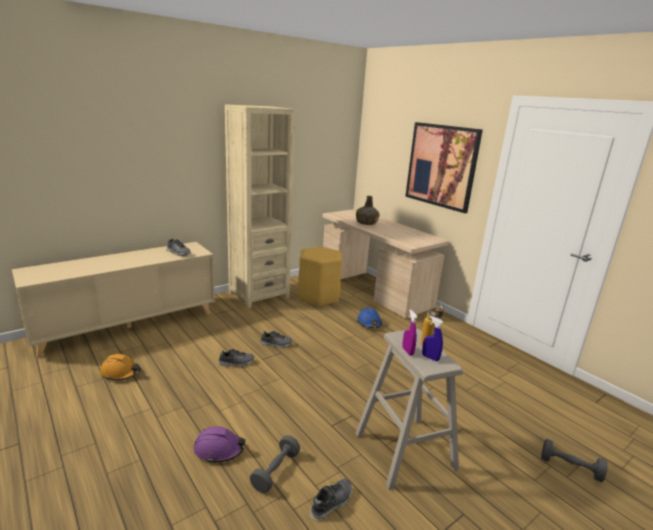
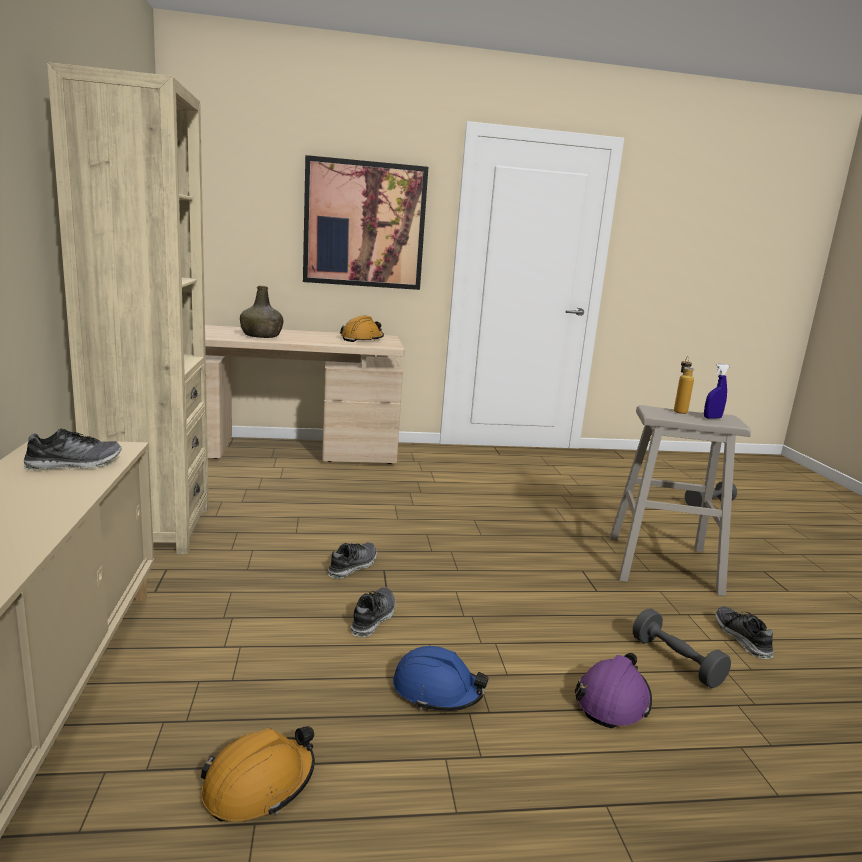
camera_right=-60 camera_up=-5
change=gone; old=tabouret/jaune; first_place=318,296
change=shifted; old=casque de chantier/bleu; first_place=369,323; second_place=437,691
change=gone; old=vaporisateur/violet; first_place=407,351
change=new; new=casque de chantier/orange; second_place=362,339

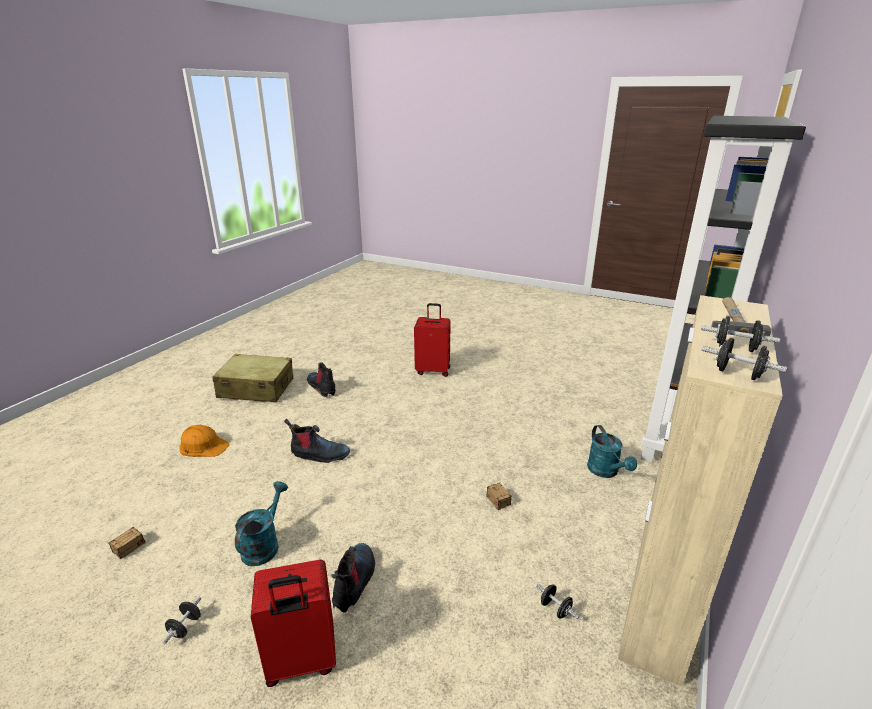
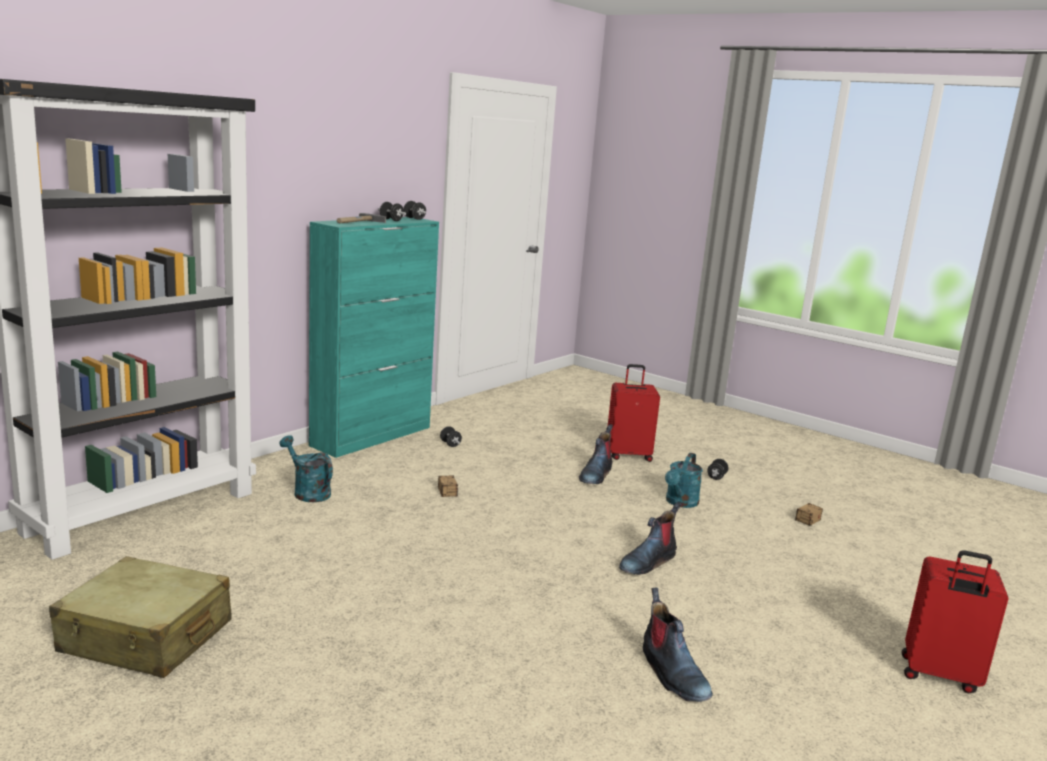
camera_right=-170 camera_up=-10
change=gone; old=casque de chantier/orange; first_place=203,445
change=shifted; old=valise/beige; first_place=256,388; second_place=146,637
change=rotated; old=botte; first_place=319,455; second_place=647,562; degrees=-60
change=shifted; old=valise/rouge; first_place=433,370; second_place=939,676
change=rotated; old=arrosoir/turquoise; first_place=606,472; second_place=307,492; degrees=-45
change=repainted; old=meuble de rangement/beige; new=meuble de rangement/turquoise; first_place=659,598; second_place=372,436

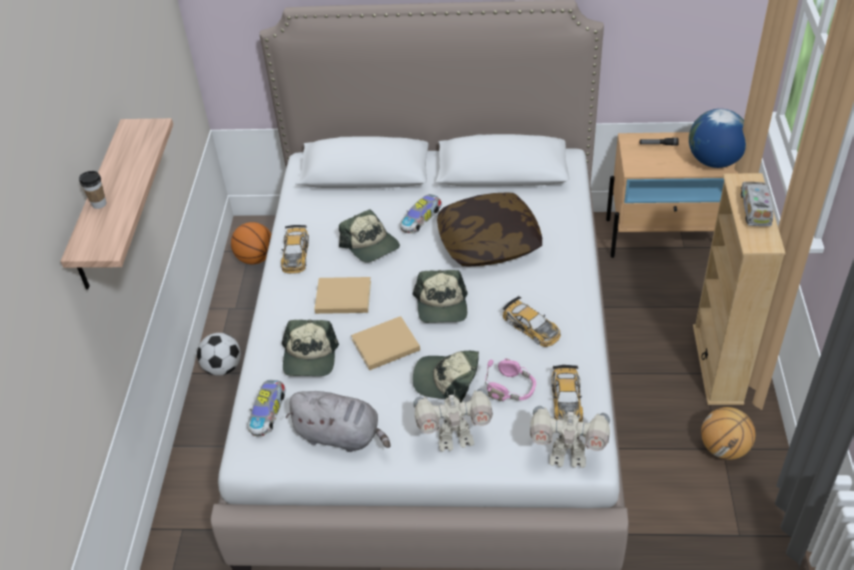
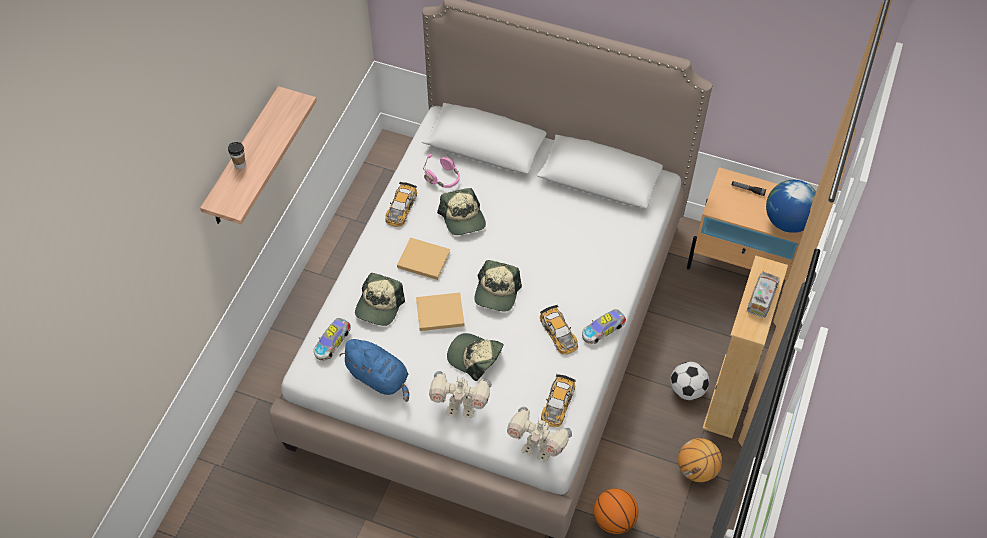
camera_right=15 camera_up=10
change=shifted; old=ballon de foot; first_place=223,367; second_place=687,390
change=shifted; old=ballon de basket; first_place=255,258; second_place=614,520
change=repainted; old=peluche/gris; new=peluche/bleu; first_place=341,435; second_place=379,378
change=shifted; old=petite voiture; first_place=421,220; second_place=603,330
change=gone; old=coussin; first_place=488,243
change=shifted; old=casque audio/rose; first_place=512,389; second_place=444,178

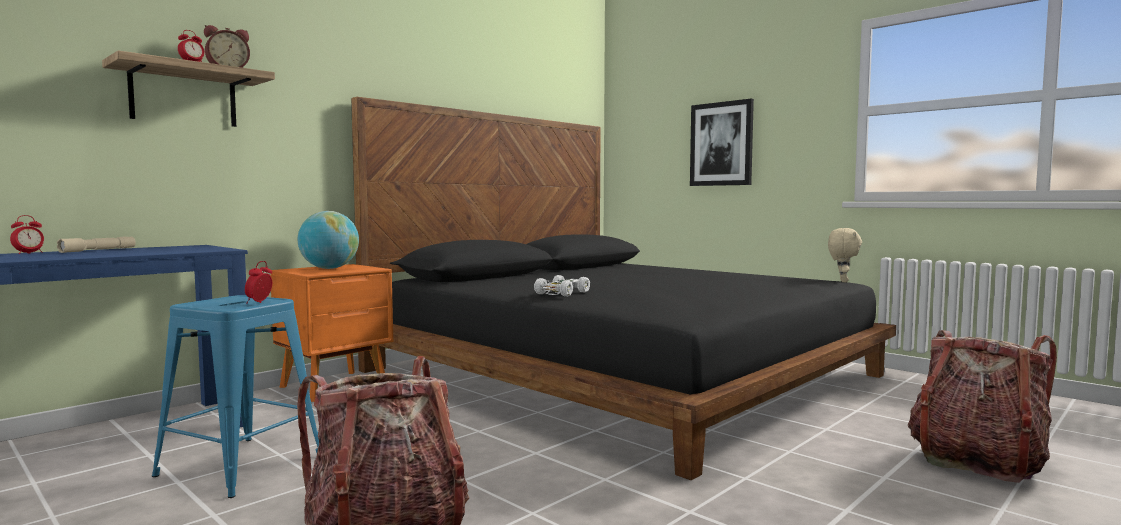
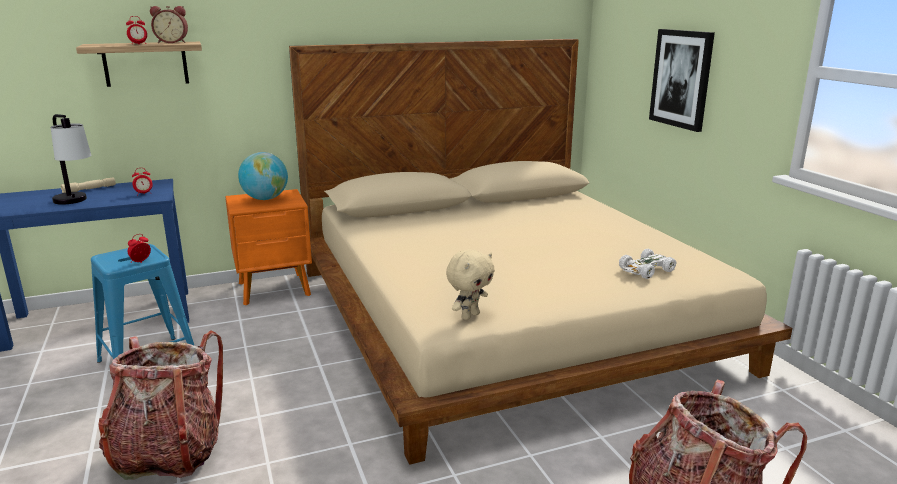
camera_right=25 camera_up=15
change=shifted; old=réveil; first_place=29,253; second_place=144,193
change=repainted; old=lit/noir; new=lit/beige; first_place=622,372; second_place=507,317
change=shifted; old=petite voiture/blanc; first_place=562,293; second_place=646,270
change=shifted; old=peluche/beige; first_place=842,281; second_place=469,315
change=new; new=lampe de table; second_place=77,203

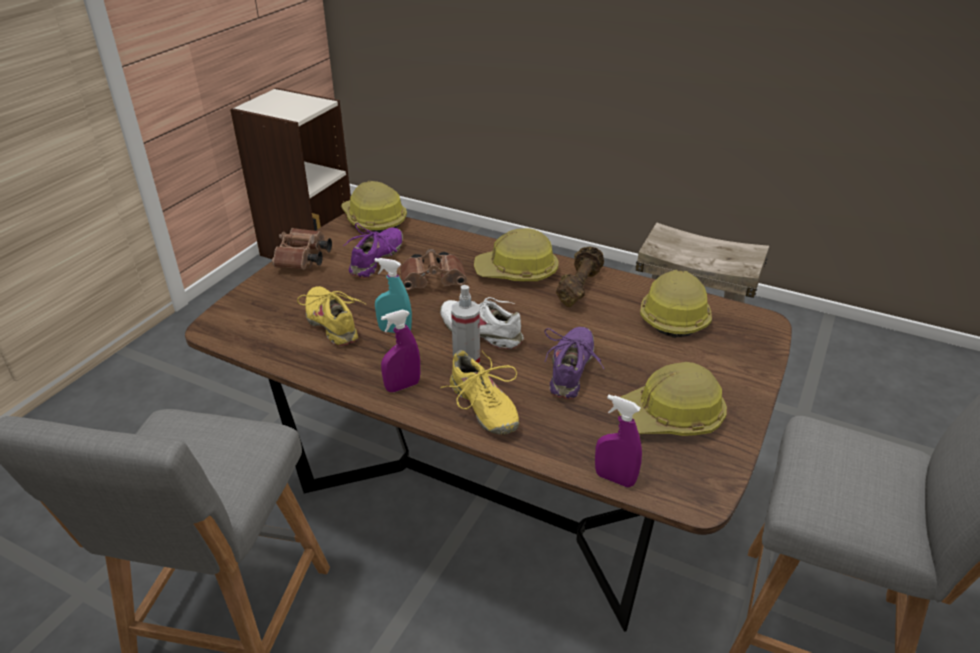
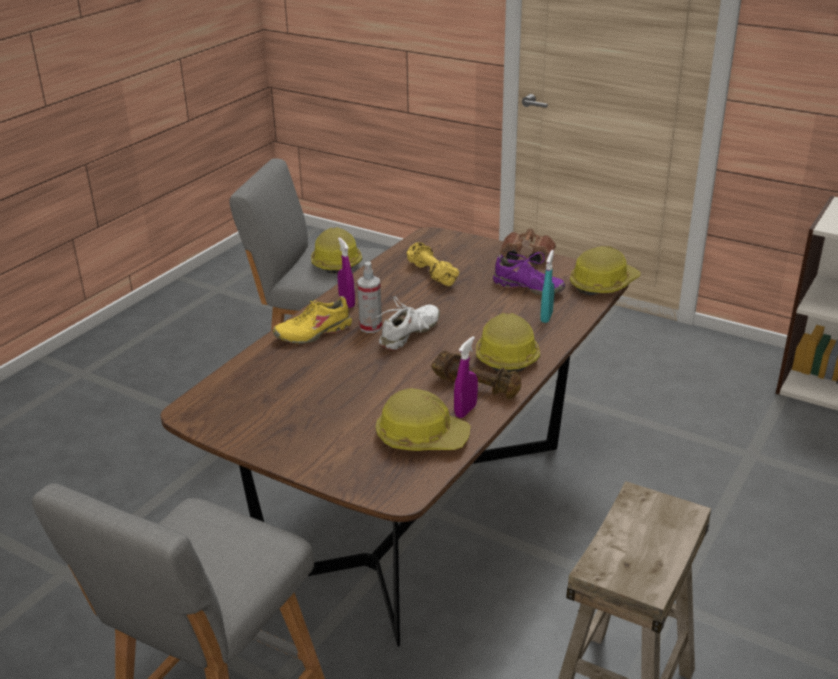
camera_right=95 camera_up=-5
change=swapped; old=chaussure/jaune; new=haltère/jaune; first_place=332,323; second_place=431,274
change=shifted; old=vaporisateur/turquoise; first_place=395,331; second_place=546,317
change=gone; old=jumelles/marron; first_place=435,282
change=gone; old=chaussure/violet; first_place=572,370
change=shifted; old=vaporisateur/violet; first_place=614,478; second_place=465,411
change=shifted; old=casque de chantier; first_place=672,417; second_place=336,261

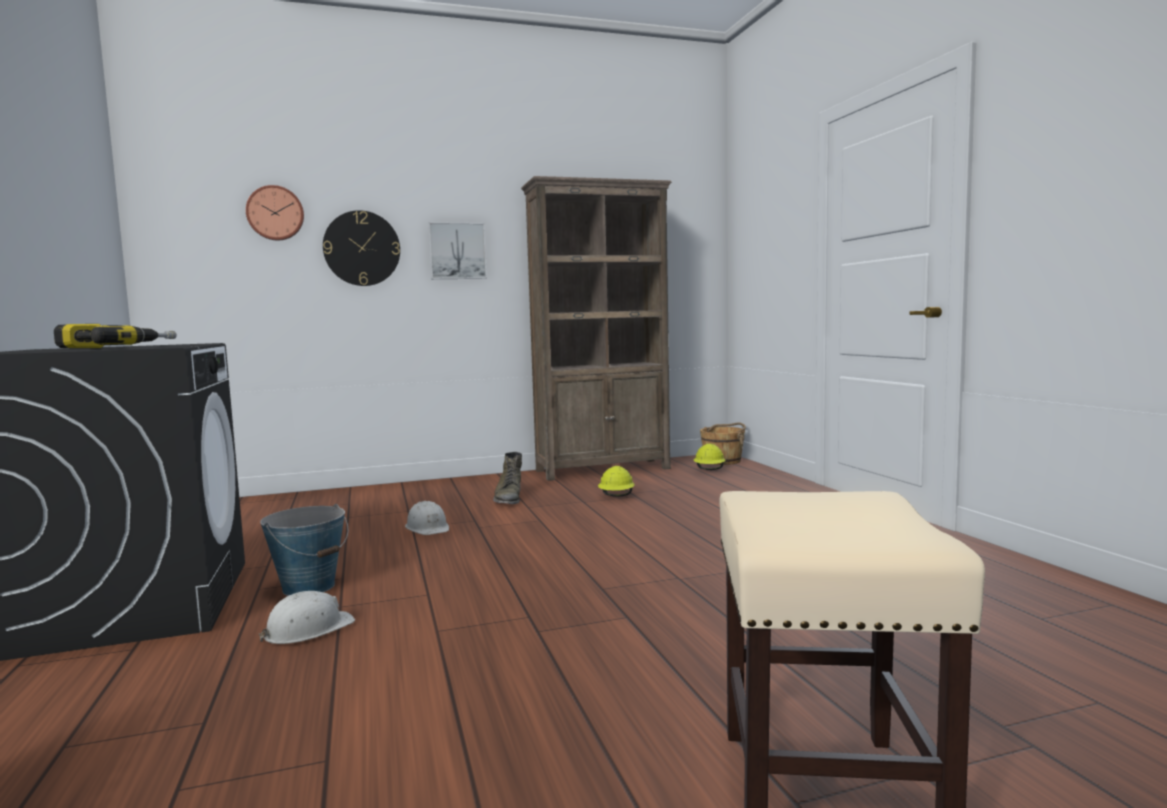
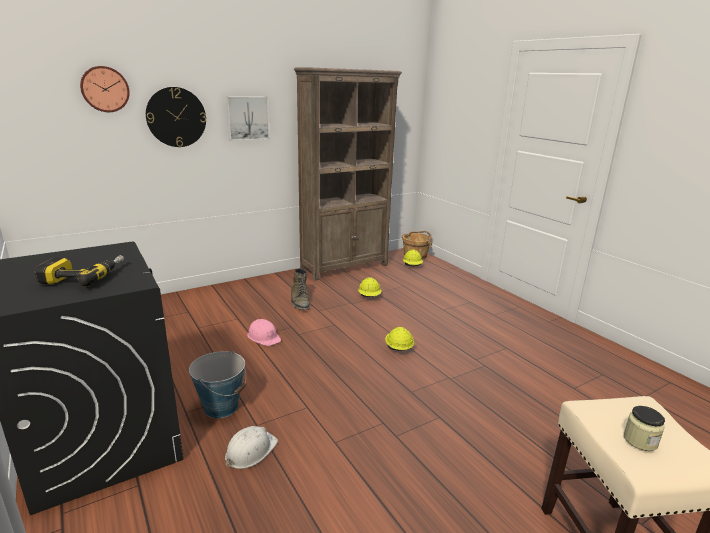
camera_right=-15 camera_up=15
change=repainted; old=casque de chantier/blanc; new=casque de chantier/rose; first_place=428,528; second_place=264,337
change=new; new=casque de chantier/jaune; second_place=398,348
change=new; new=bocal; second_place=640,440

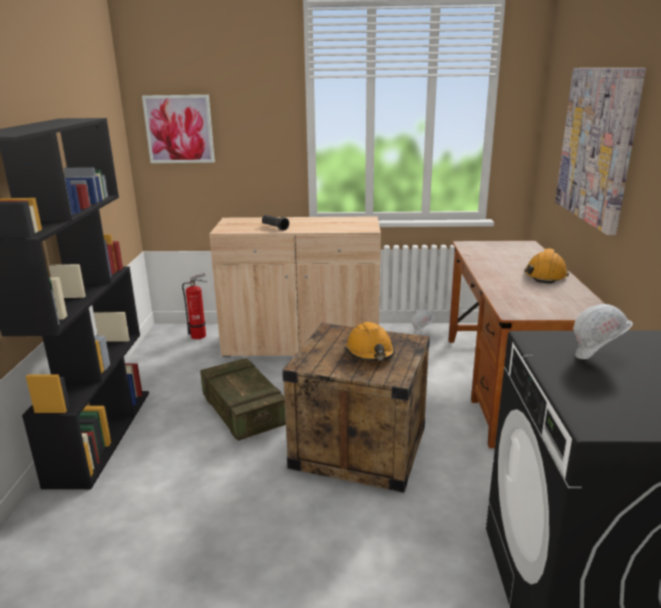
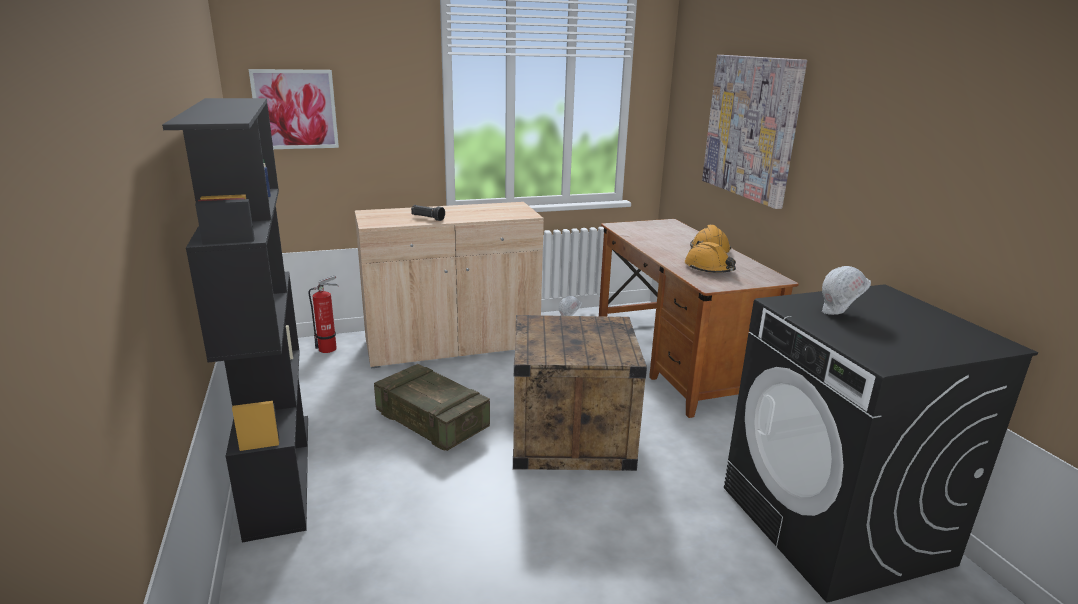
camera_right=-20 camera_up=0
change=shifted; old=casque de chantier/orange; first_place=370,352; second_place=709,269

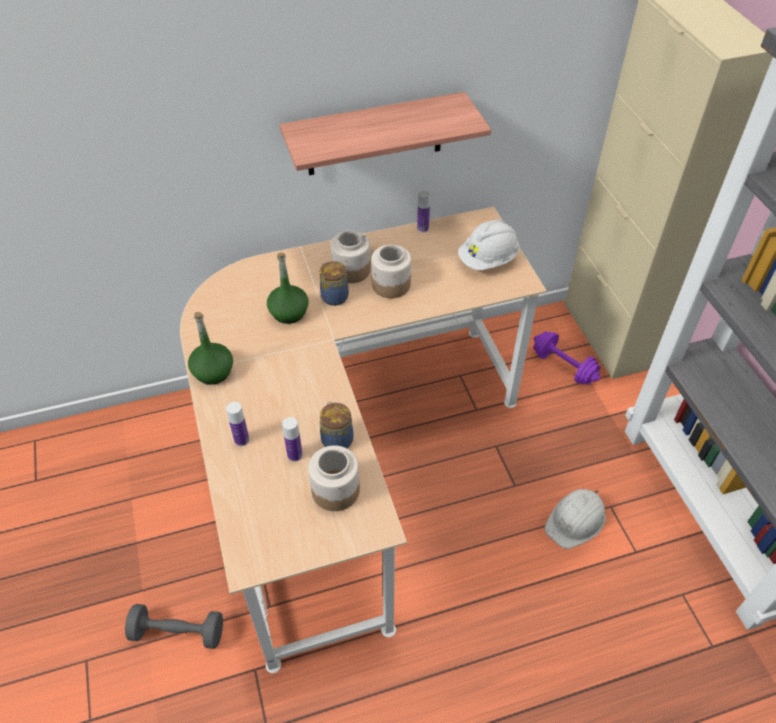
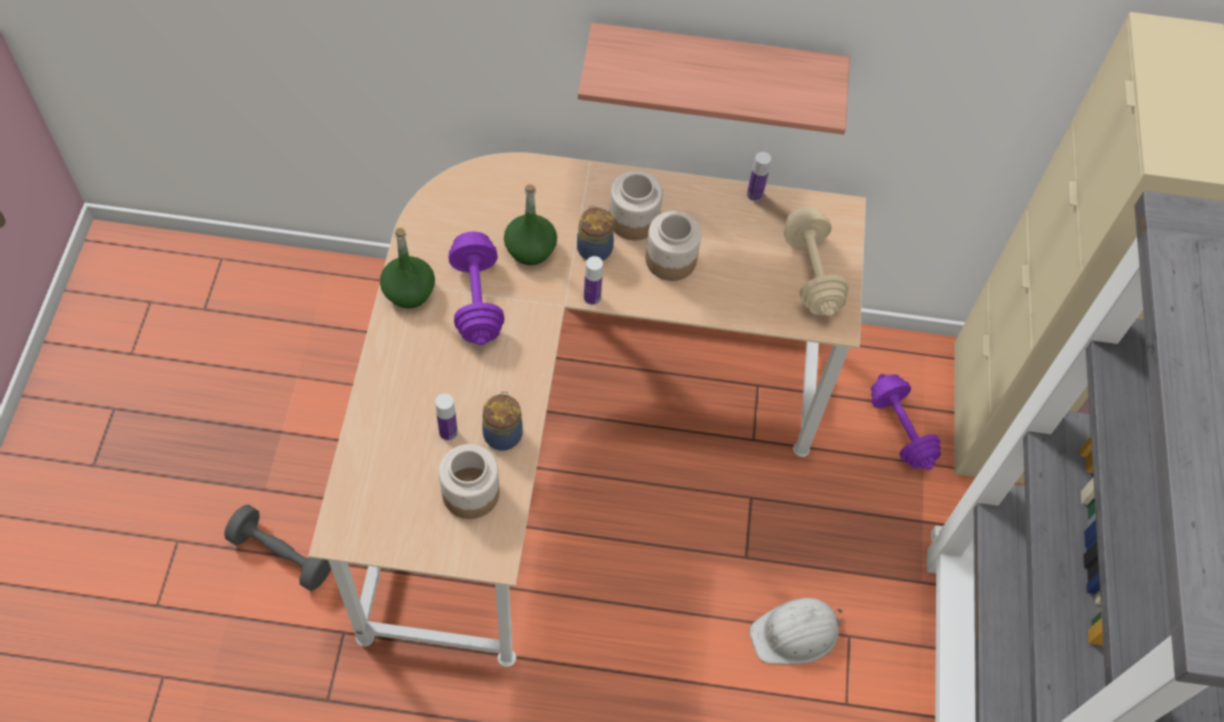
camera_right=20 camera_up=10
change=shifted; old=bouteille; first_place=241,440; second_place=592,298
change=swapped; old=casque de chantier/blanc; new=haltère/beige; first_place=488,260; second_place=811,273
change=new; new=haltère/violet; second_place=477,300

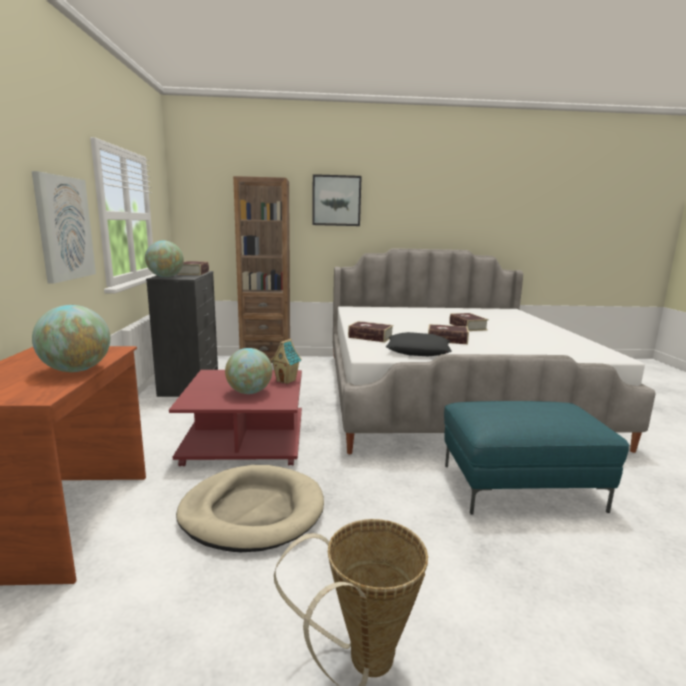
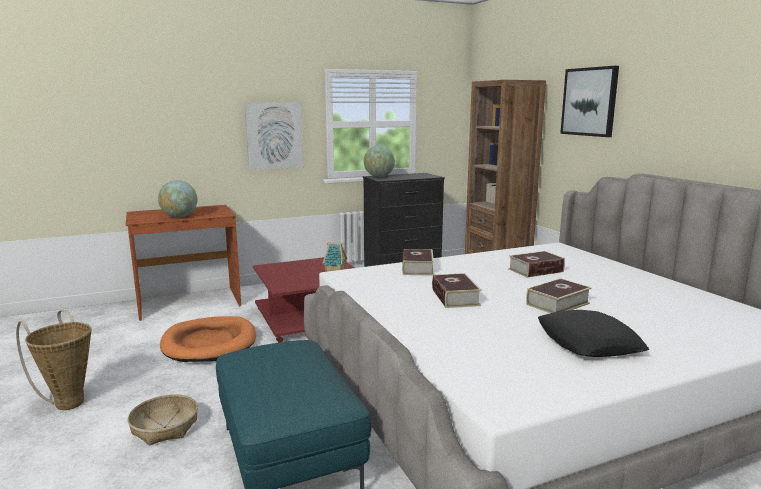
camera_right=70 camera_up=0
change=repainted; old=panier pour chien/beige; new=panier pour chien/orange; first_place=252,512; second_place=209,343
change=shifted; old=livre; first_place=193,273; second_place=535,270
change=gone; old=globe; first_place=249,392
change=shifted; old=coussin/noir; first_place=418,351; second_place=588,342
change=new; new=panier; second_place=165,427

